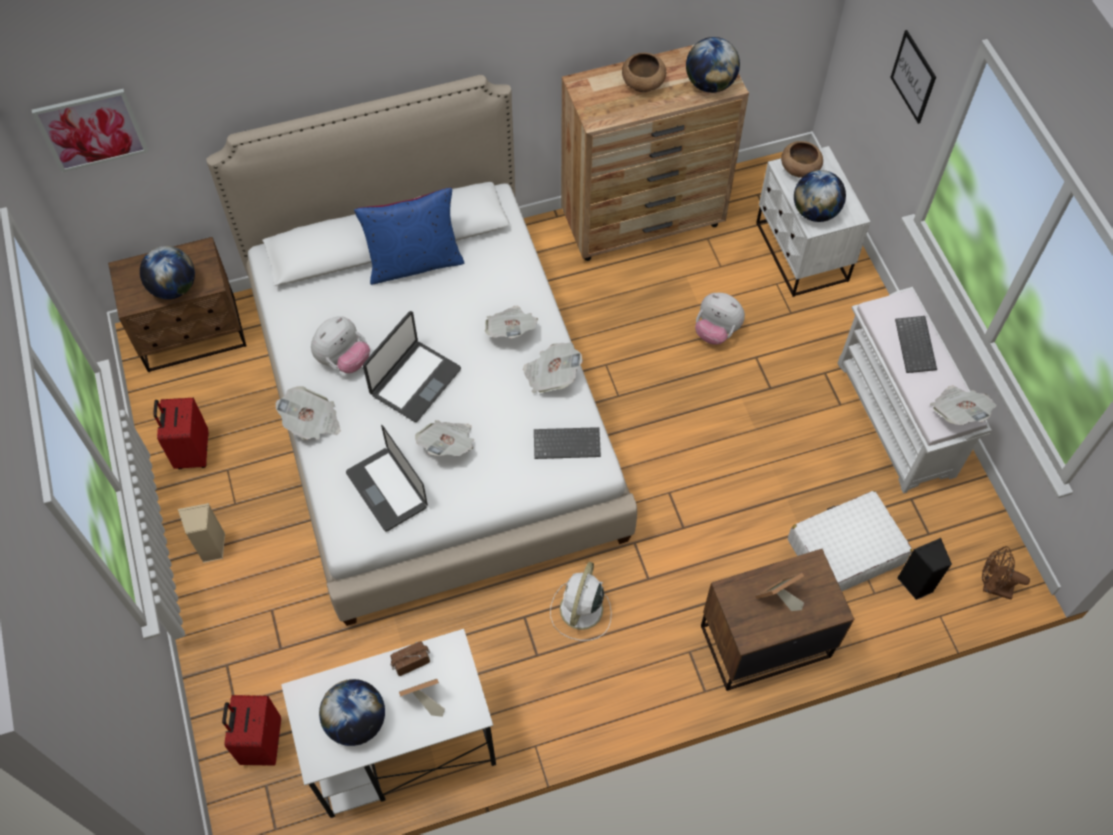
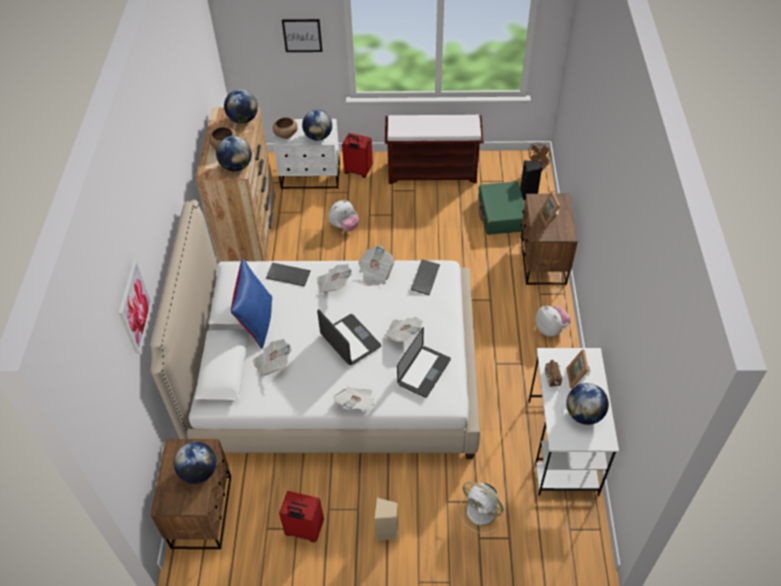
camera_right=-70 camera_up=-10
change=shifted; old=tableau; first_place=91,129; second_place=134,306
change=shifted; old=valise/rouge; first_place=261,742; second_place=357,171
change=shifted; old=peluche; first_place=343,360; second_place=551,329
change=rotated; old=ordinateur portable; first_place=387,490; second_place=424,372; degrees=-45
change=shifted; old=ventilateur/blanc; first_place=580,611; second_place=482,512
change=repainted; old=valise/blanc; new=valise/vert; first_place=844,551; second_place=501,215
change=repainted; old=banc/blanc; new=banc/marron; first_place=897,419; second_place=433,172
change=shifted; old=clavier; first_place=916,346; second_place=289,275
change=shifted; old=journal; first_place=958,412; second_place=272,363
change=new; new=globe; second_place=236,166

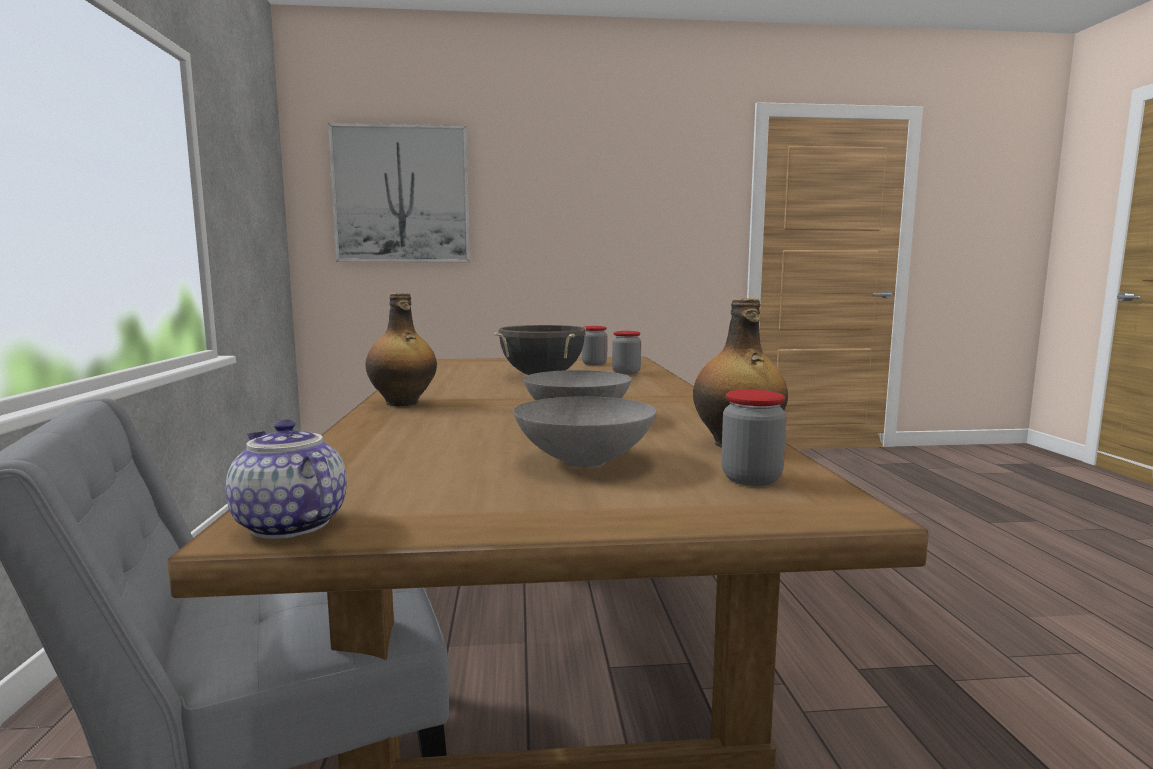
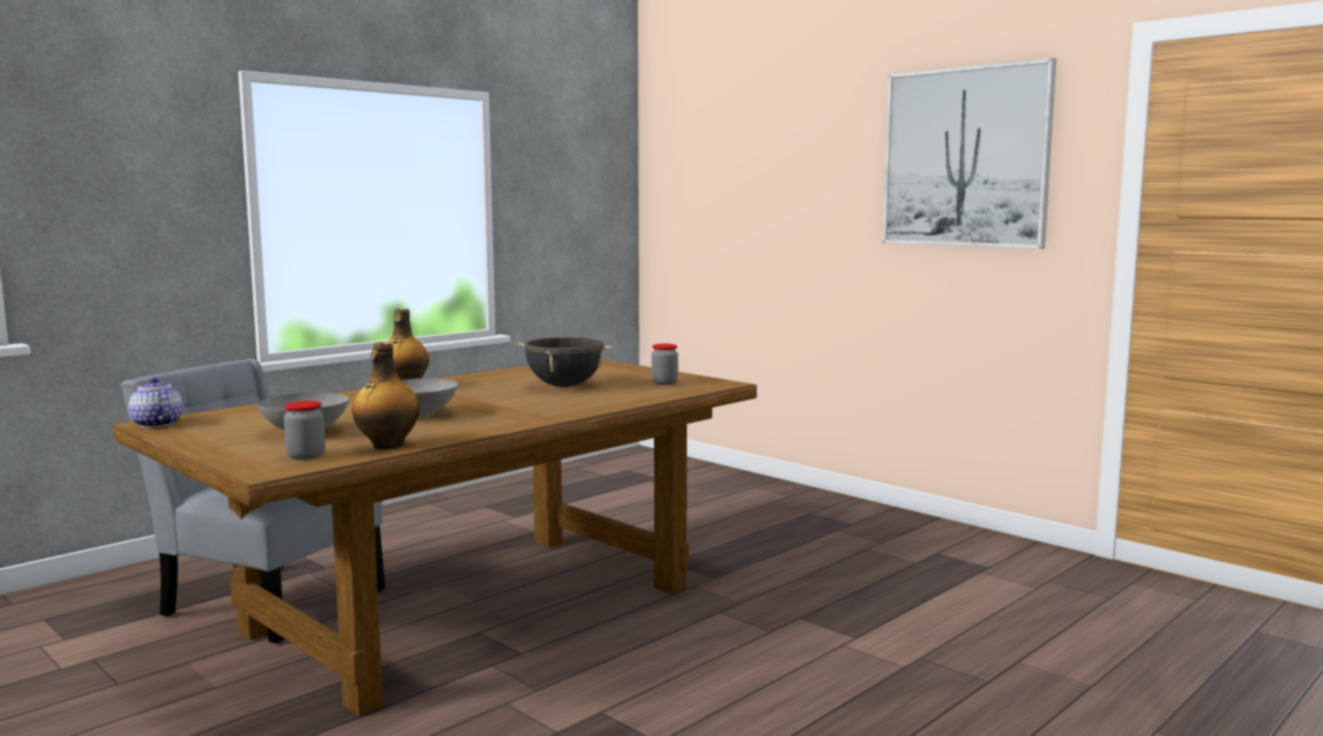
camera_right=50 camera_up=0
change=rotated; old=théière; first_place=287,525; second_place=155,424; degrees=-45
change=shifted; old=tableau; first_place=401,195; second_place=965,157
change=gone; old=bocal; first_place=626,373

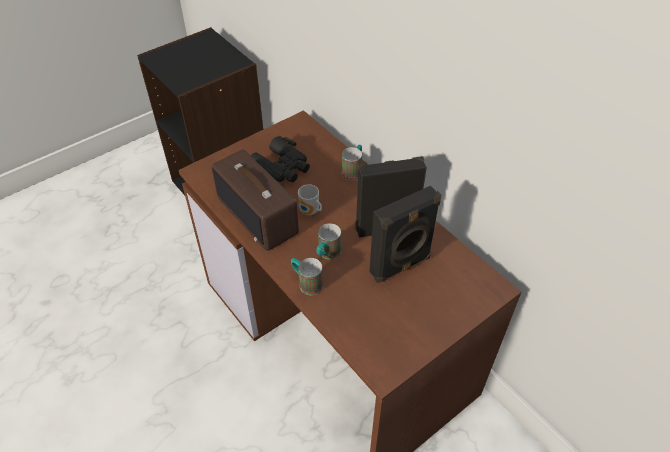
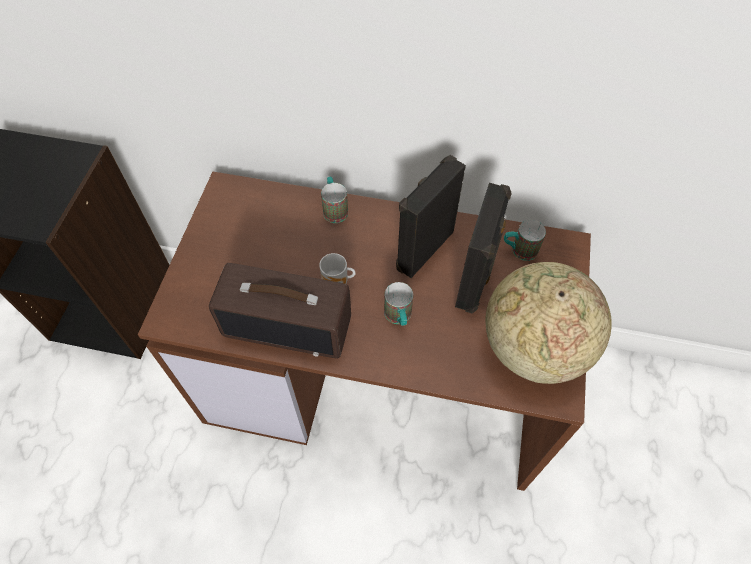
camera_right=-40 camera_up=10
change=gone; old=jumelles/noir; first_place=282,167
change=shifted; old=mug; first_place=306,283; second_place=518,250
change=new; new=globe; second_place=532,347

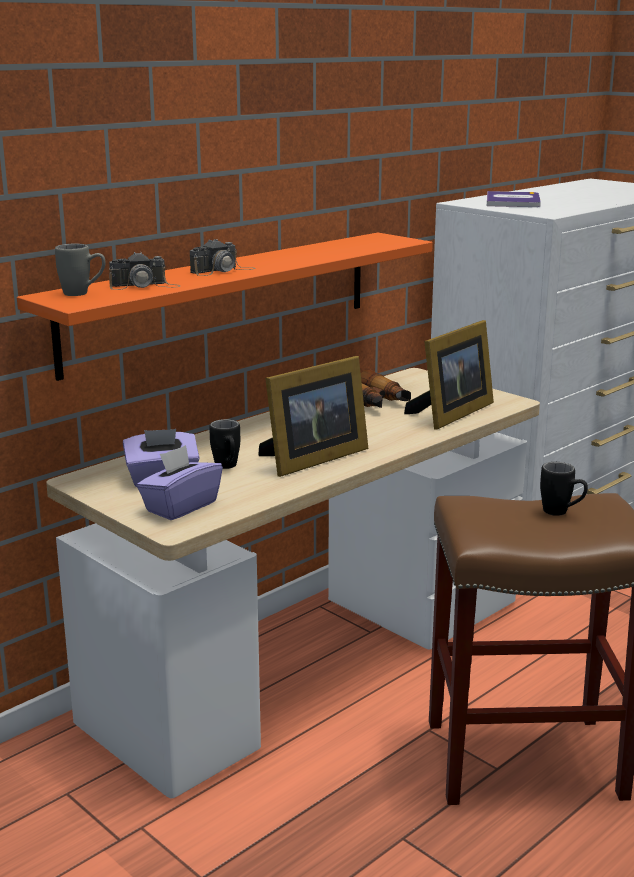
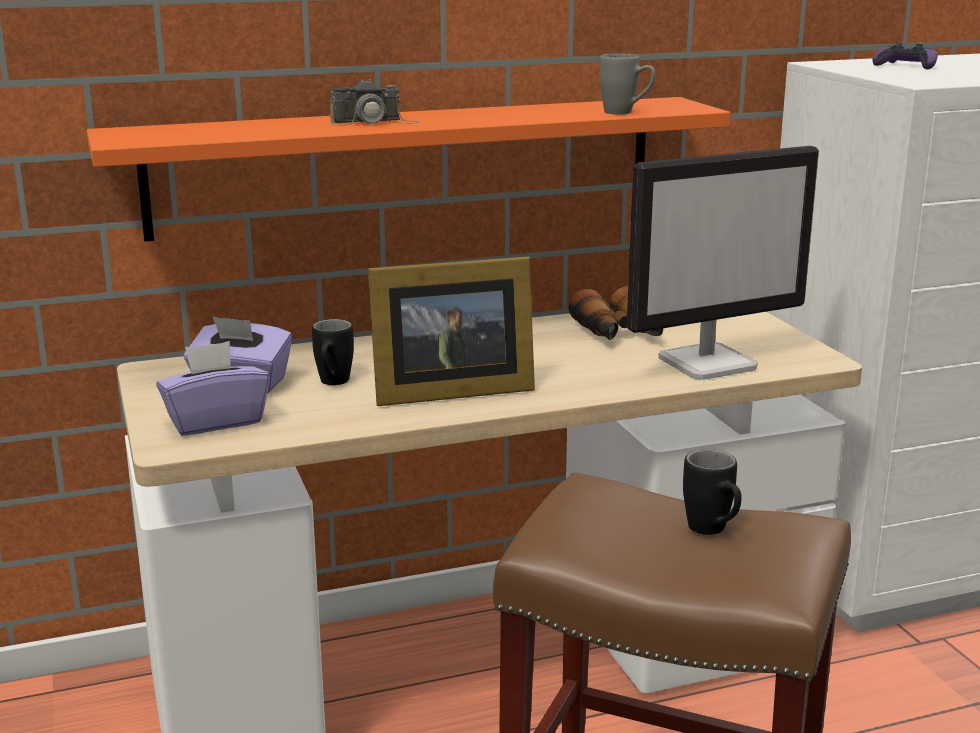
camera_right=25 camera_up=0
change=shifted; old=mug/gris; first_place=83,293; second_place=626,113
change=gone; old=appareil photo; first_place=144,286
change=swapped; old=cadre photo; new=écran d'ordinateur; first_place=451,414; second_place=708,363
change=swapped; old=livre; new=manette/violet; first_place=512,201; second_place=905,66

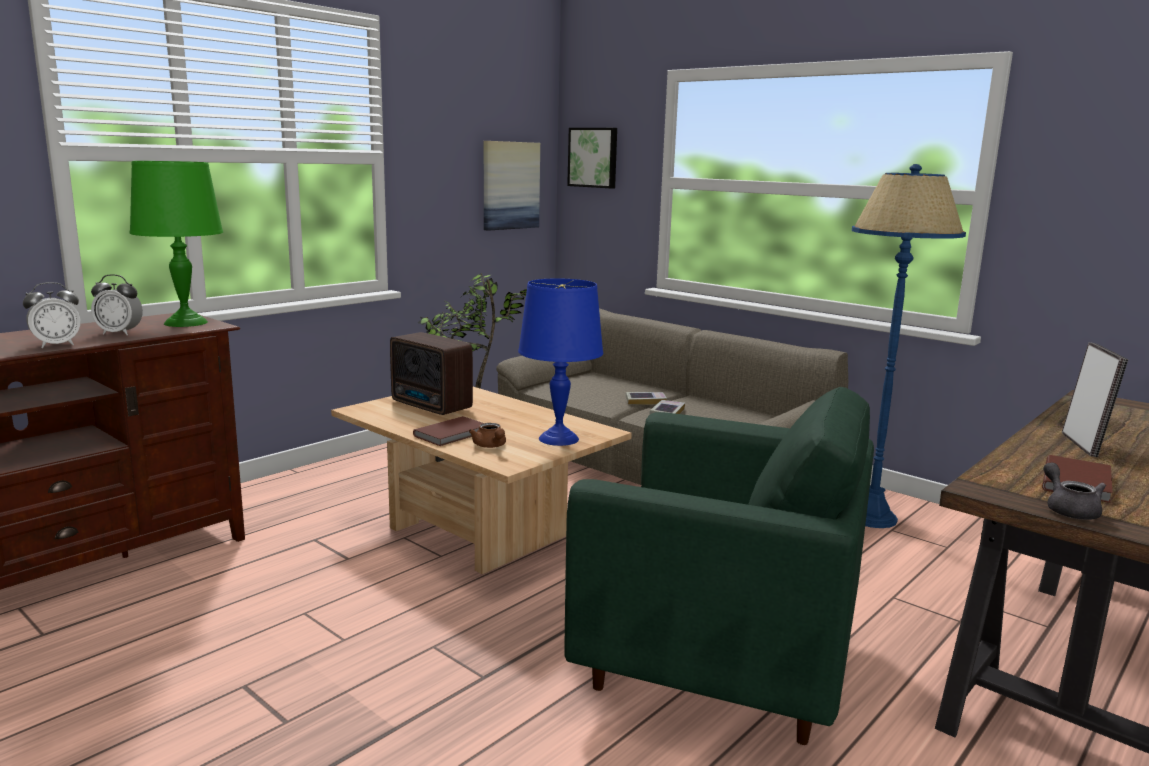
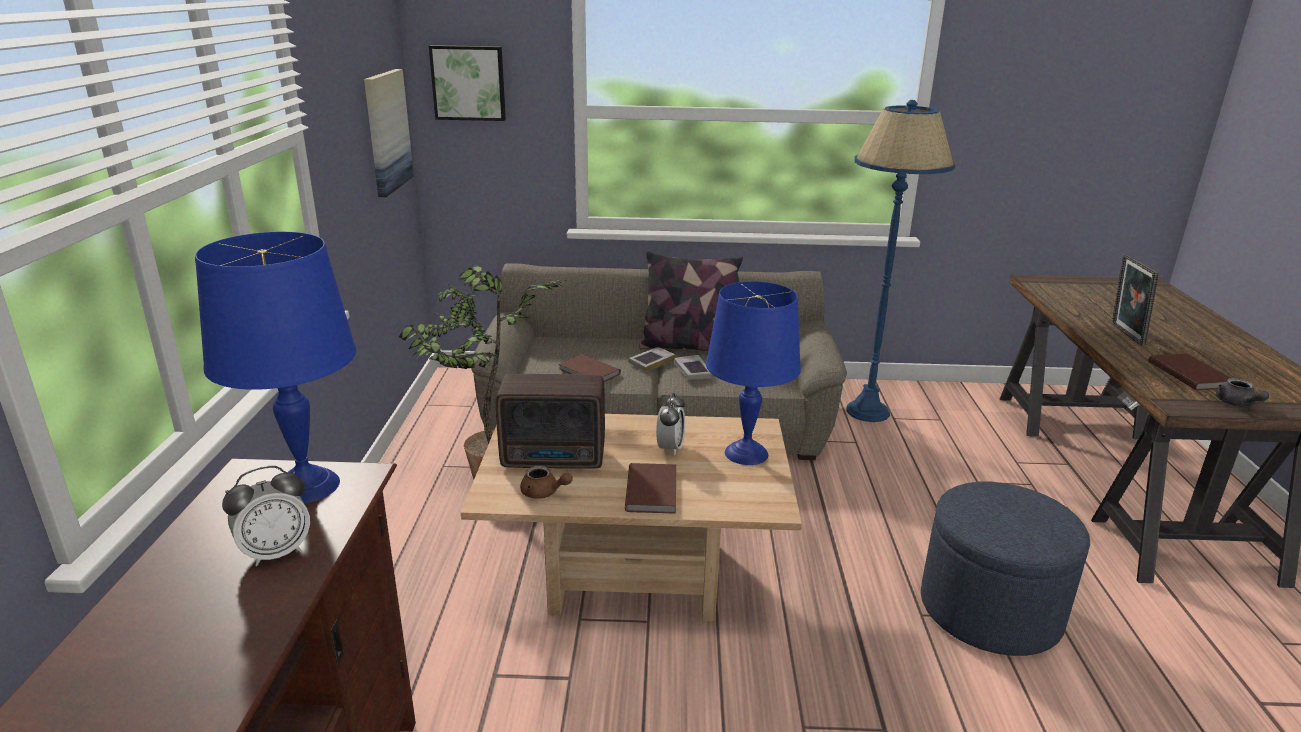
camera_right=-40 camera_up=10
change=shifted; old=réveil; first_place=57,345; second_place=670,448
change=repainted; old=lampe de table/vert; new=lampe de table/bleu; first_place=186,323; second_place=307,486
change=shifted; old=théière/marron; first_place=490,446; second_place=544,493
change=swapped; old=fauteuil/vert; new=pouf/bleu; first_place=718,668; second_place=990,610
change=rotated; old=théière/gris; first_place=1069,509; second_place=1237,404; degrees=-135
change=rotated; old=cadre photo; first_place=1084,445; second_place=1124,334; degrees=-150
change=new; new=livre/marron; second_place=589,372
change=new; new=coussin; second_place=688,346

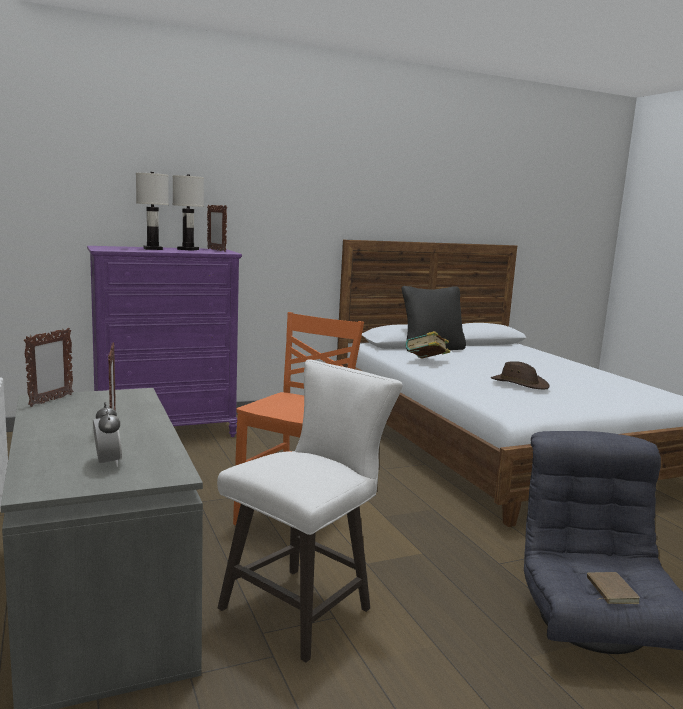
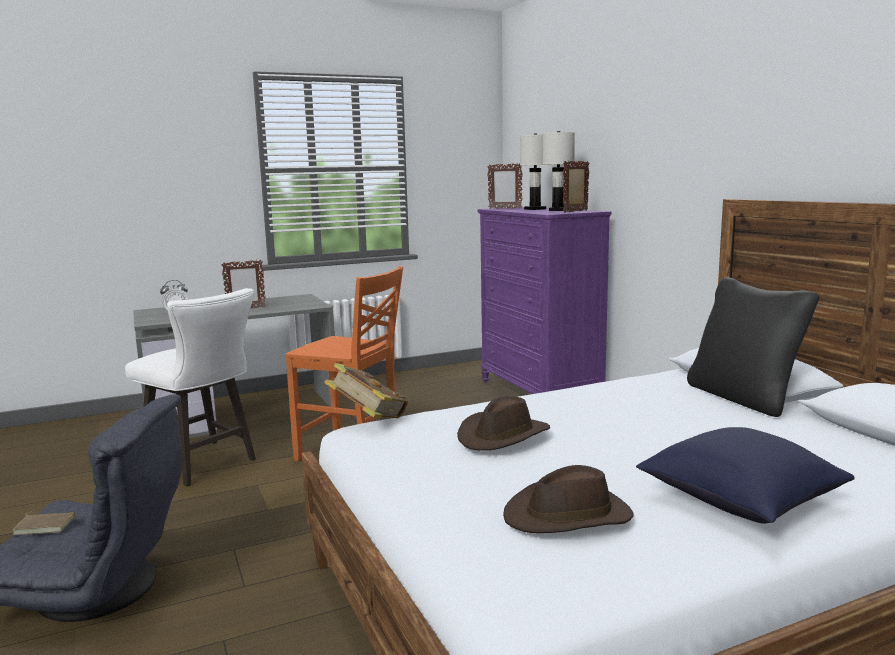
camera_right=90 camera_up=0
change=shifted; old=cadre photo; first_place=51,400; second_place=505,208
change=shifted; old=livre; first_place=426,362; second_place=368,420
change=new; new=chapeau/marron; second_place=568,516
change=new; new=coussin/bleu; second_place=739,501

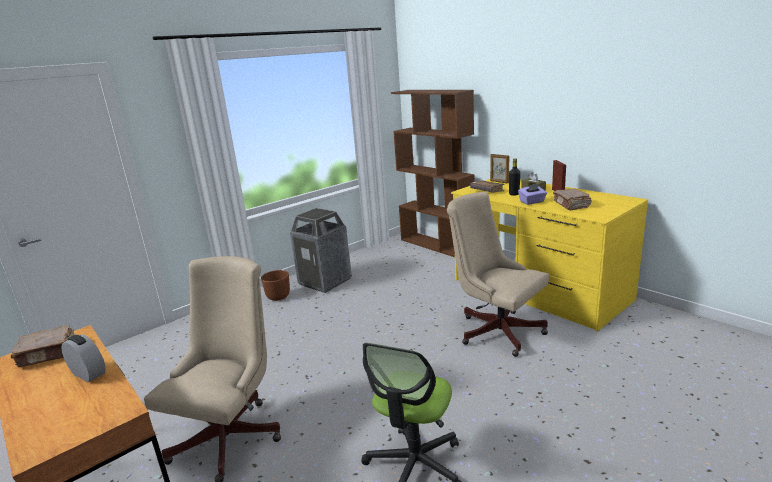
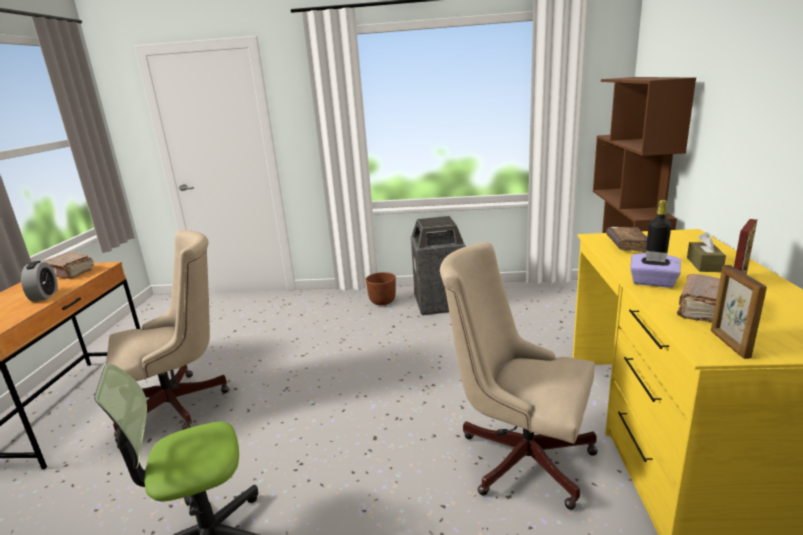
camera_right=45 camera_up=0
change=rotated; old=chaise de bureau/beige; first_place=496,329; second_place=518,455; degrees=-60
change=shifted; old=cadre photo; first_place=499,182; second_place=729,344

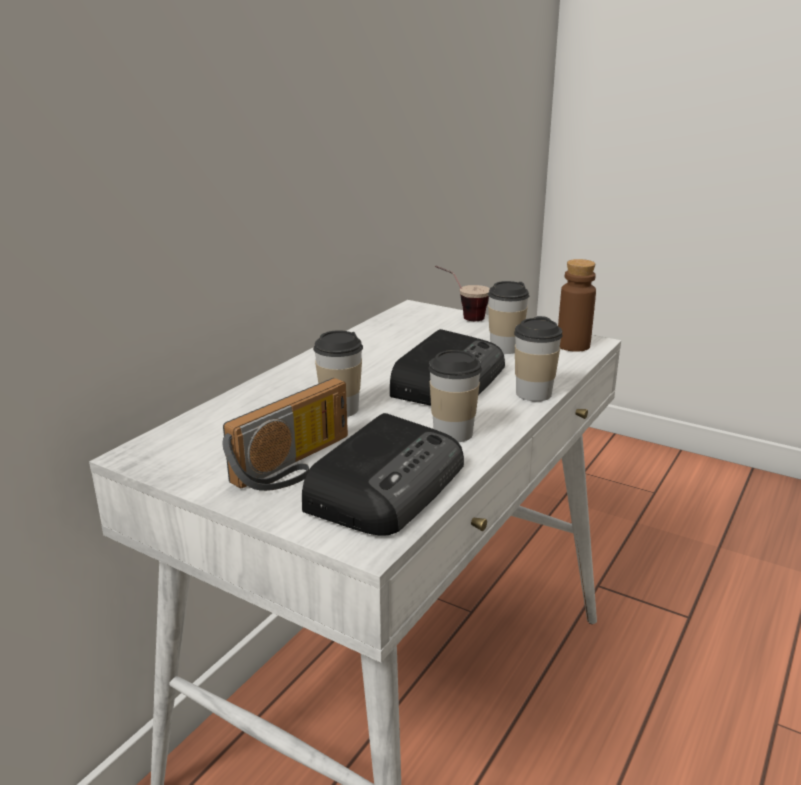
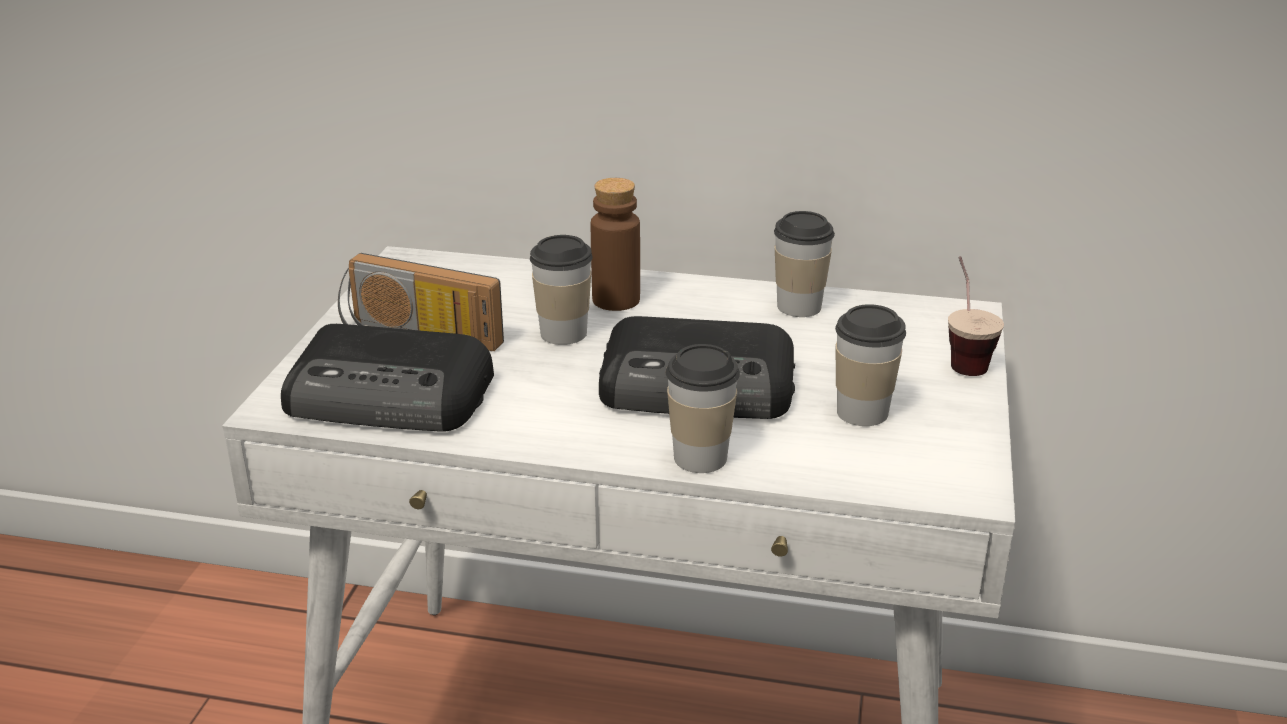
camera_right=70 camera_up=5
change=shifted; old=tasse; first_place=453,433; second_place=799,306
change=shifted; old=bouteille/marron; first_place=573,345; second_place=616,300

